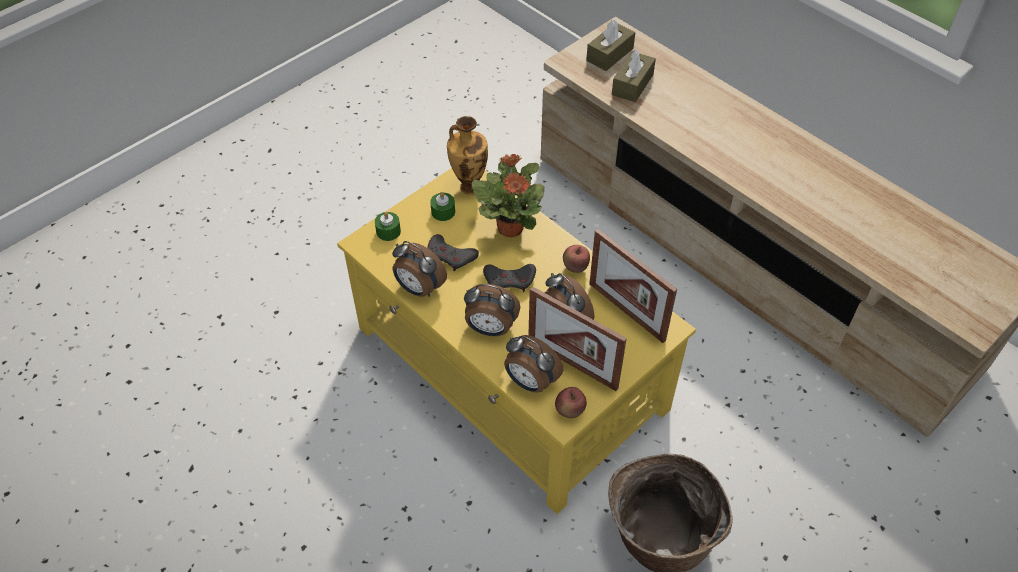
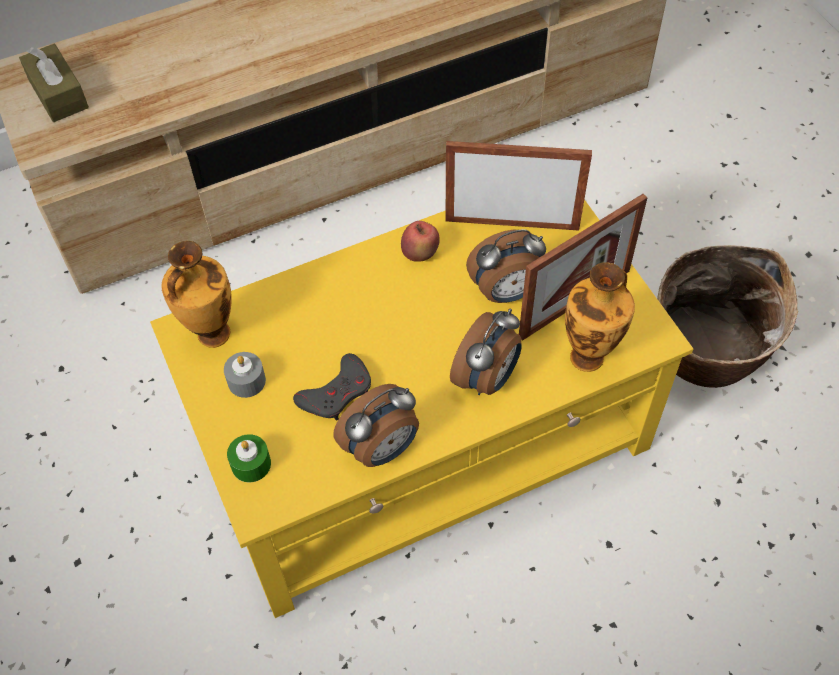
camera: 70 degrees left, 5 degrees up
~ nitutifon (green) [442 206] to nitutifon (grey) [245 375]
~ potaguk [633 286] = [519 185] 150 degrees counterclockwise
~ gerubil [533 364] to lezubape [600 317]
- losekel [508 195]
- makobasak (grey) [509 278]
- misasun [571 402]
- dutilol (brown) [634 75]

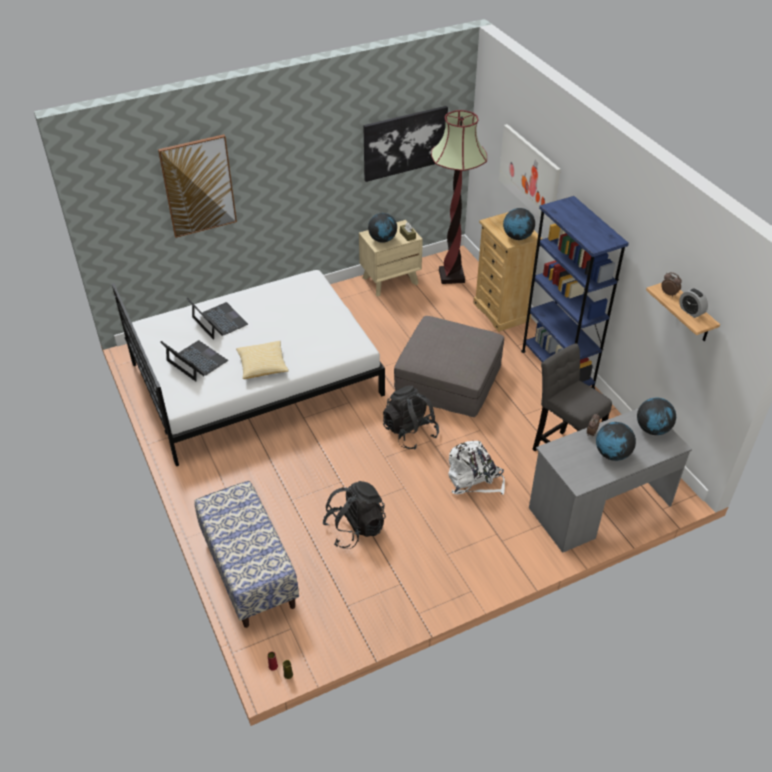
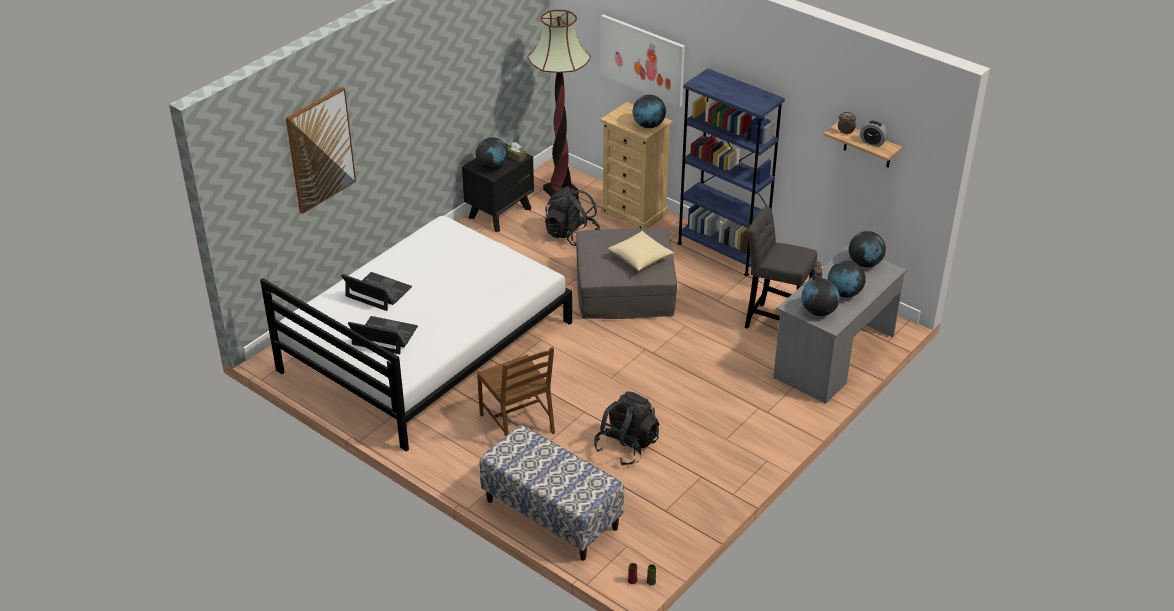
camera: 25 degrees left, 5 degrees down
~ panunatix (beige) [391 258] to panunatix (black) [498 188]
+ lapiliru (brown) [516 391]
~ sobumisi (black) [411 418] to [573 216]
~ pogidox [262 360] to [641 251]
+ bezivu [821 297]
- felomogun [405 144]
- sobumisi (white) [476 467]

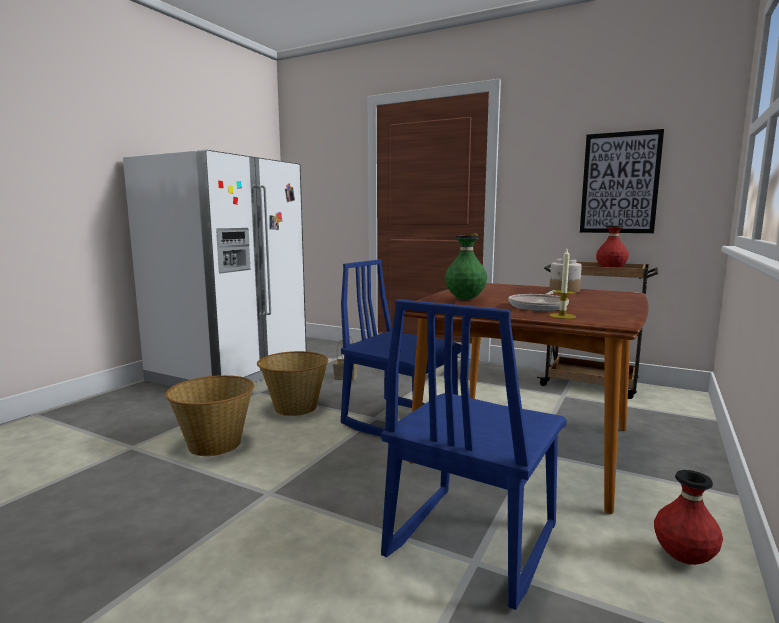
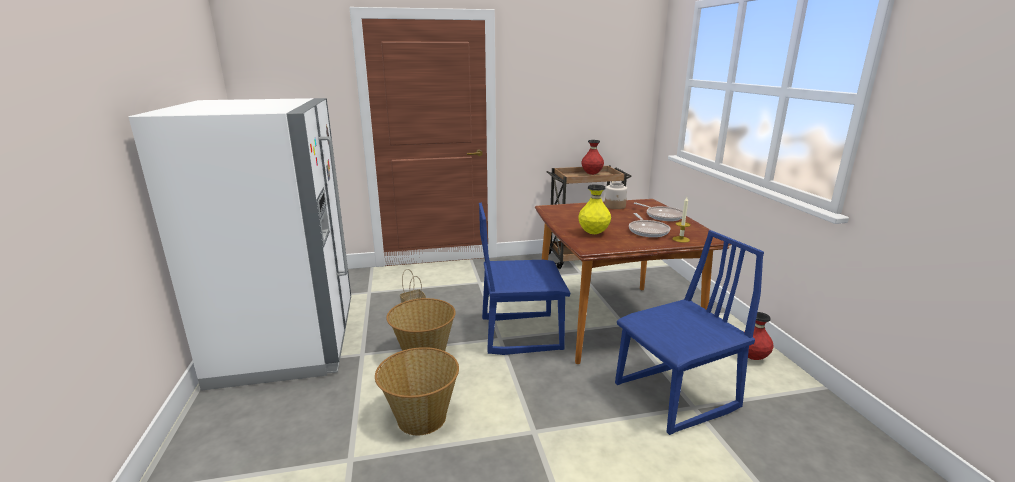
camera: 40 degrees left, 10 degrees up
~ lezubape (green) [466 267] to lezubape (yellow) [595 209]
~ lapiliru (blue) [474 454] = [689 332] 105 degrees counterclockwise
+ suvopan [658 211]
- felomogun [622 181]

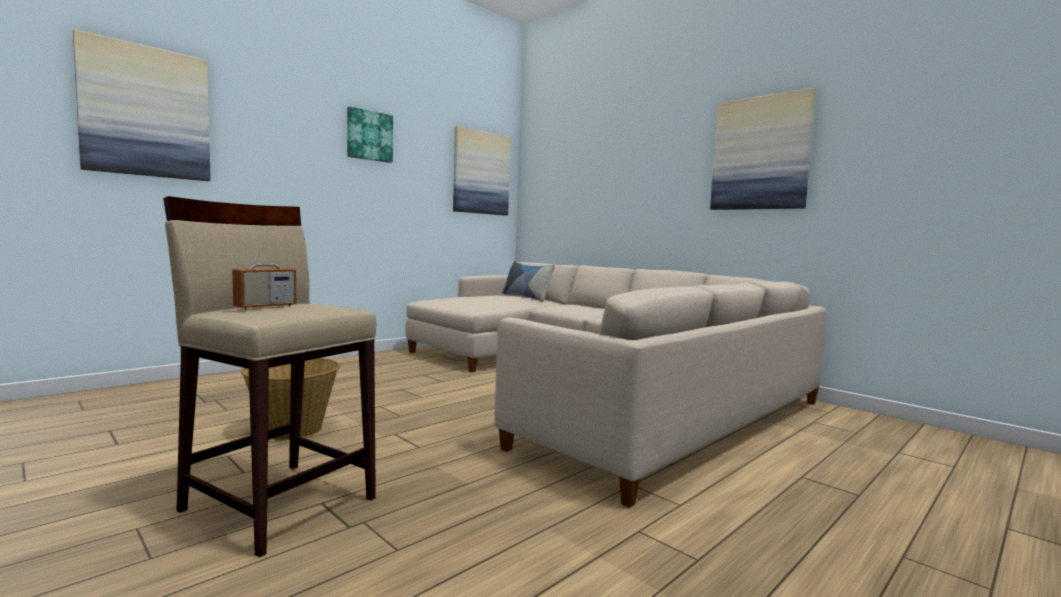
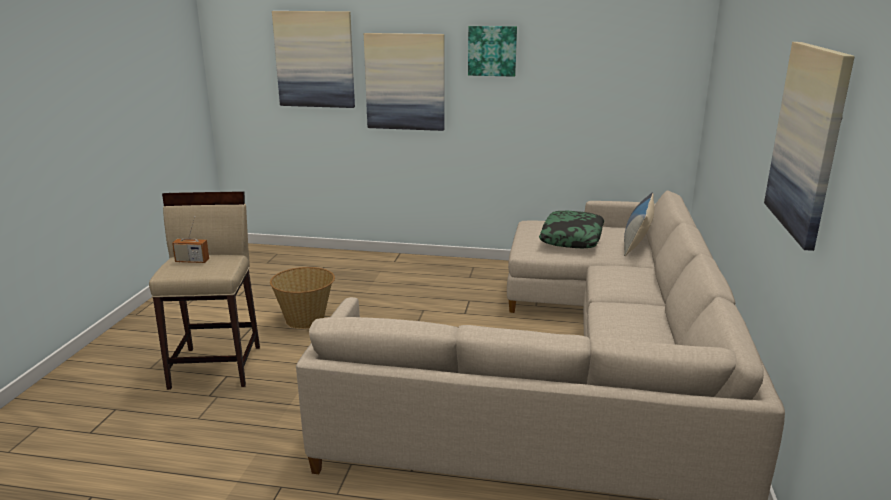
camera: 55 degrees right, 15 degrees up
~ felomogun [482 171] to [404 82]
+ pogidox [571 229]

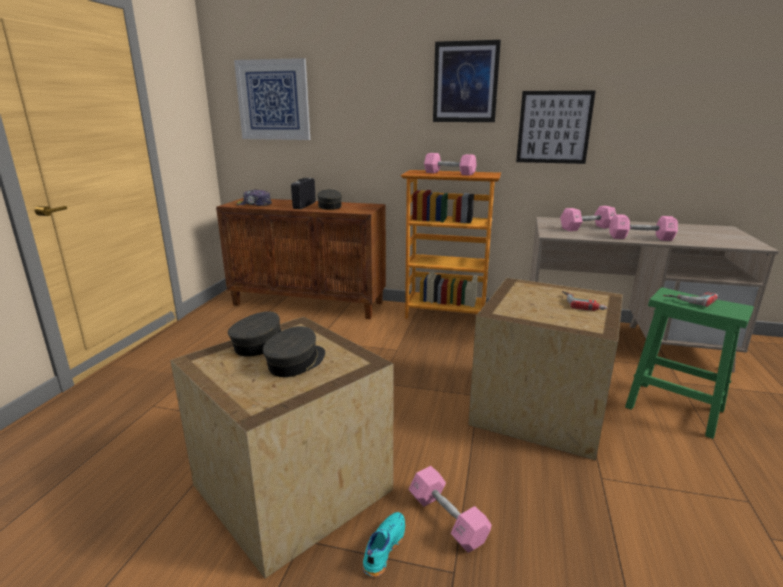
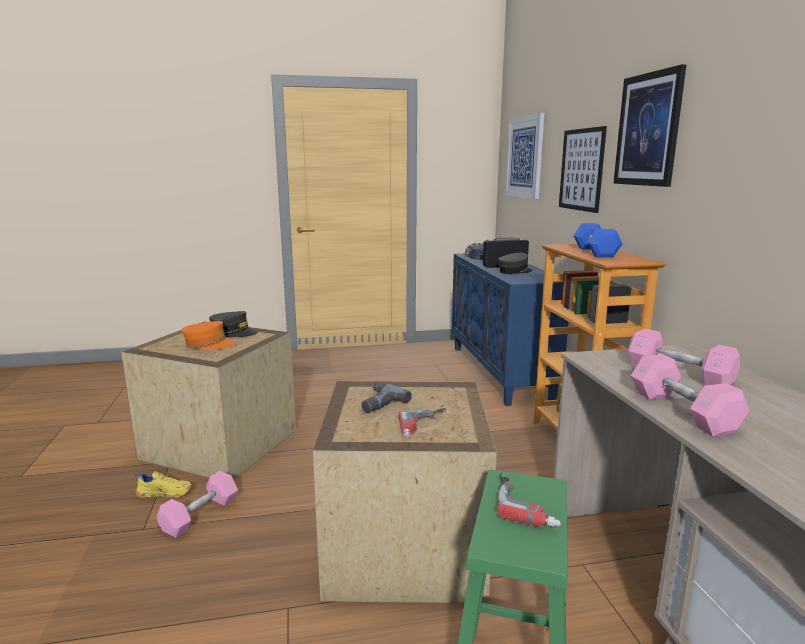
camera: 65 degrees right, 5 degrees down
~ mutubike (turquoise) [384 544] to mutubike (yellow) [163 485]
~ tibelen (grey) [294 351] to tibelen (orange) [209 335]
+ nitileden [387 397]
~ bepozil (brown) [301 258] to bepozil (blue) [510 329]
~ felomogun [556 127] to [583 169]
~ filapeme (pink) [450 164] to filapeme (blue) [597 240]

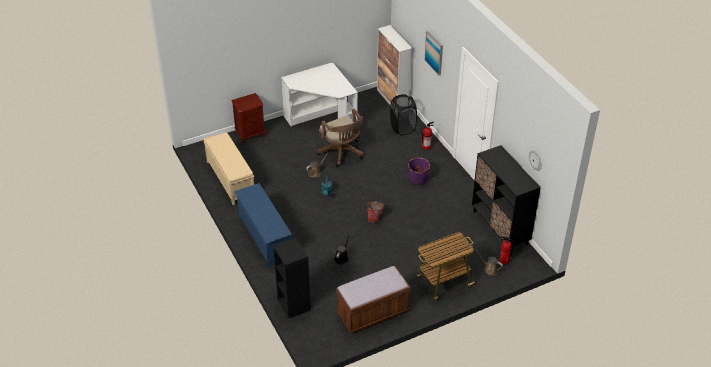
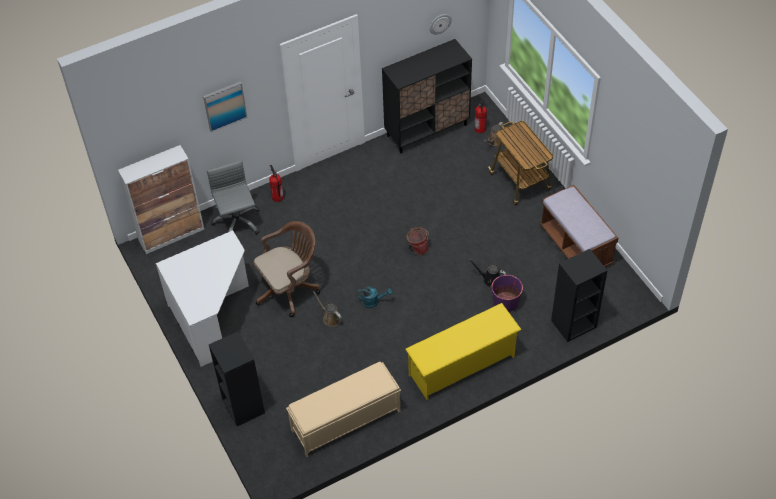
camera: 90 degrees left, 10 degrees up
~ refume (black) [403 114] to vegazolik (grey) [233 197]
~ panunatix (brown) [249 118] to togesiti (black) [237 378]
~ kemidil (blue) [263 225] to kemidil (yellow) [464 351]
~ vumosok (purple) [419 171] to [506 293]

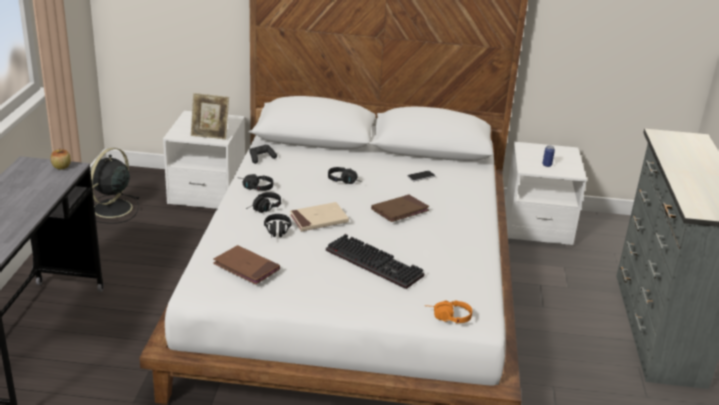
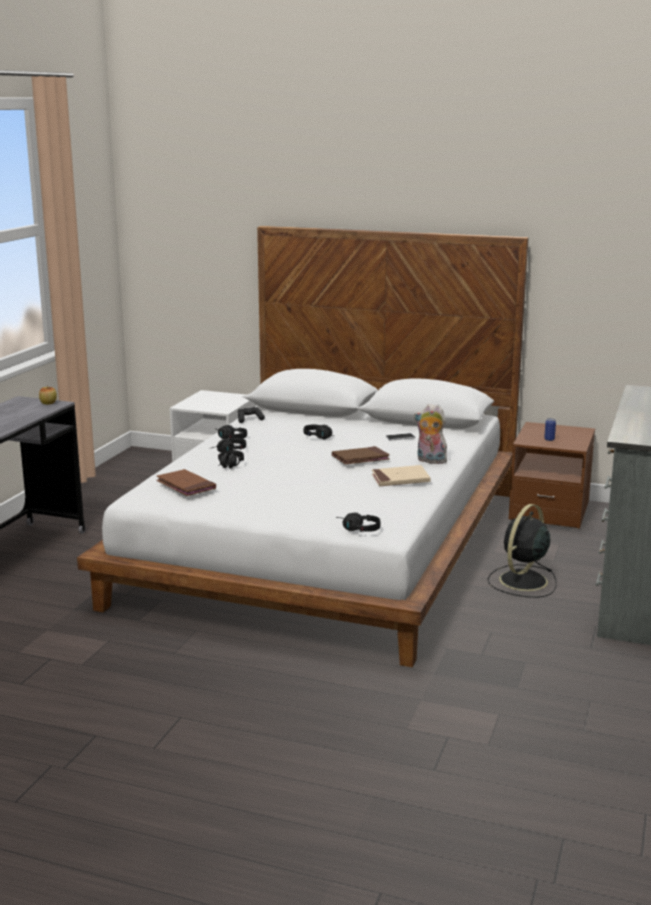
camera: 15 degrees right, 10 degrees down
~ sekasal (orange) [448 311] to sekasal (black) [358 522]
~ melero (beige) [319 217] to [401 476]
+ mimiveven [430 434]
~ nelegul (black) [115 186] to [522 551]
~ panunatix (white) [546 193] to panunatix (brown) [552 475]
- potaguk [210 116]
- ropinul [375 261]

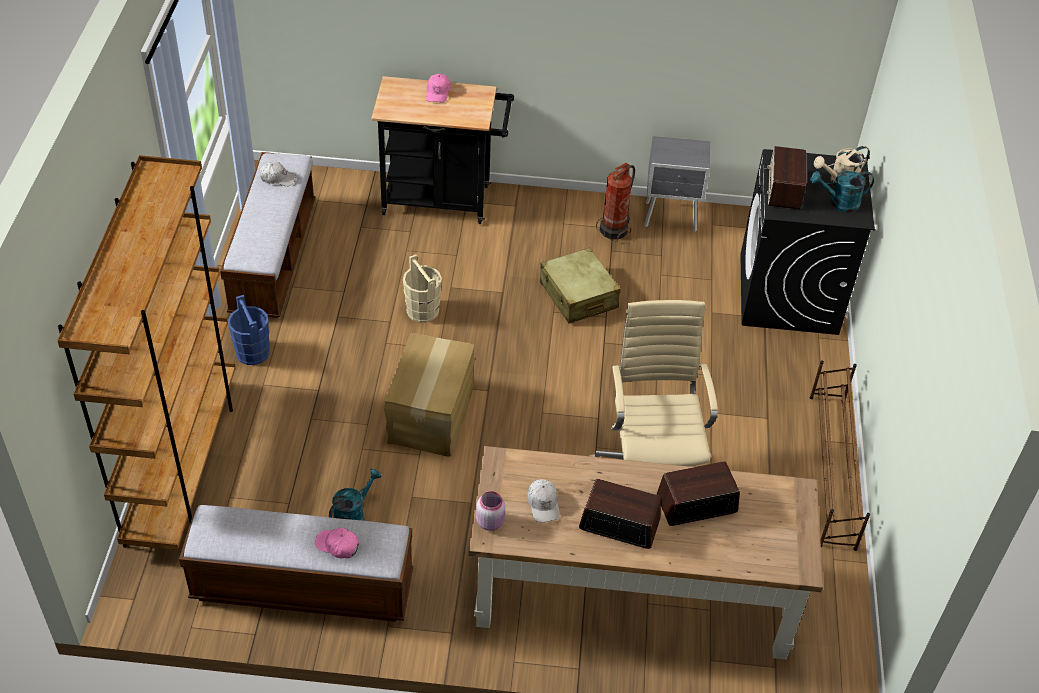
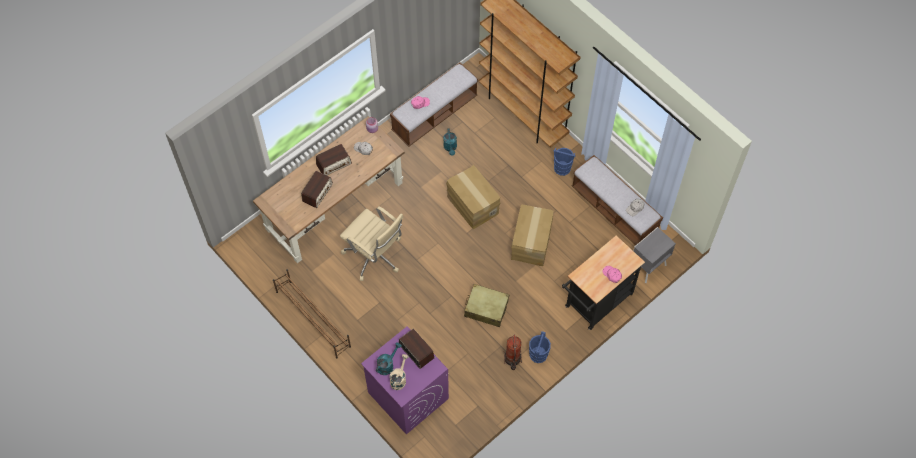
camera: 135 degrees right, 15 degrees up
~ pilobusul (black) [807 242] to pilobusul (purple) [405 380]
~ vumosok (beige) [422 288] to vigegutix [532 235]
+ vumosok (blue) [540 347]
~ panunatix (grey) [677 184] to [654 255]

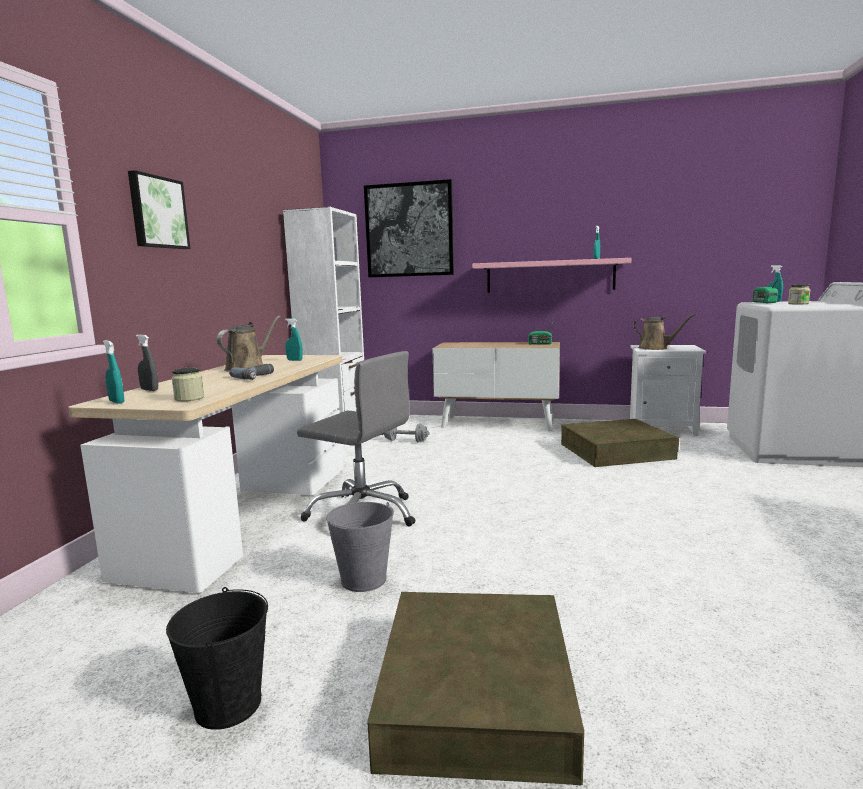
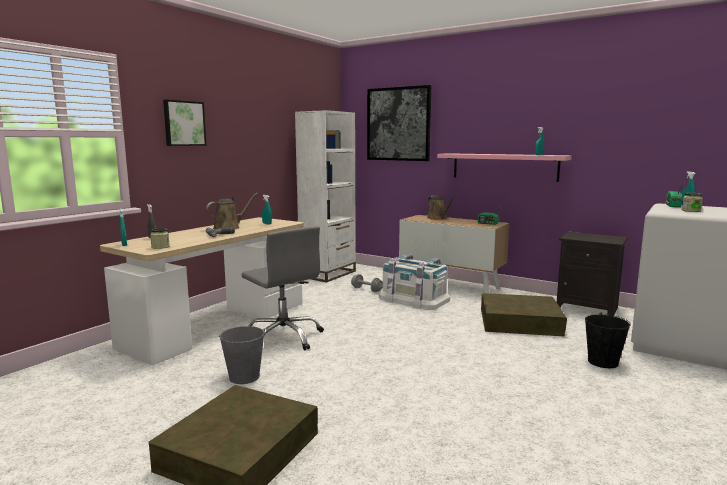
camera: 20 degrees right, 0 degrees up
+ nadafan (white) [414 282]
~ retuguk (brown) [664 332] to [441 207]
~ panunatix (white) [668 390] to panunatix (black) [592 274]
~ vumosok (black) [217 658] to [608 340]

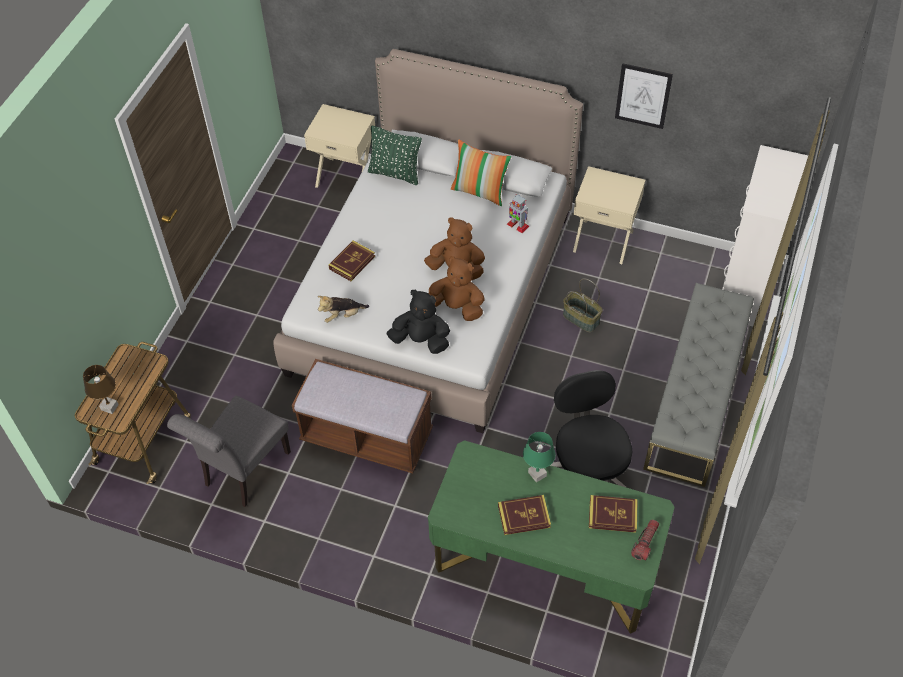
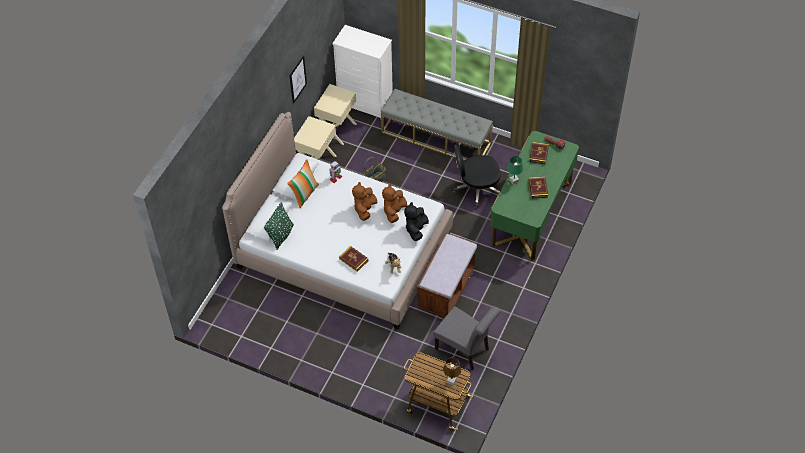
camera: 85 degrees left, 0 degrees up
~ panunatix (beige) [339 146] to [335 114]

